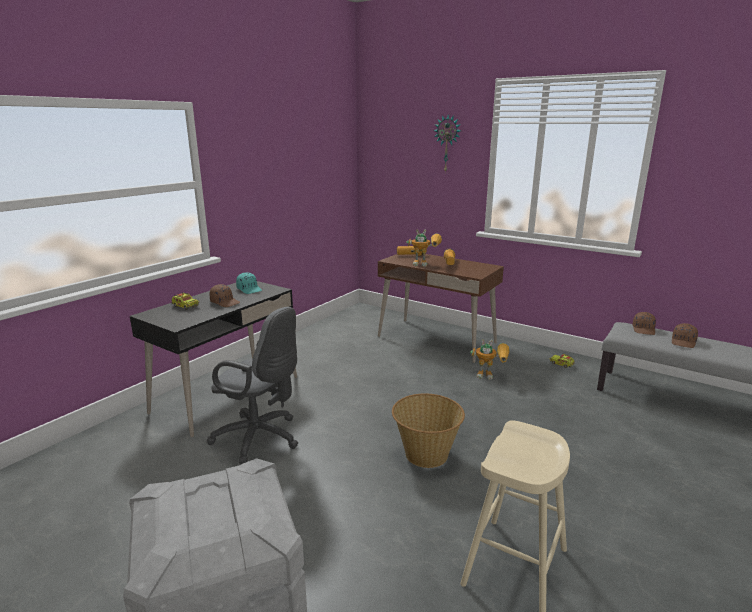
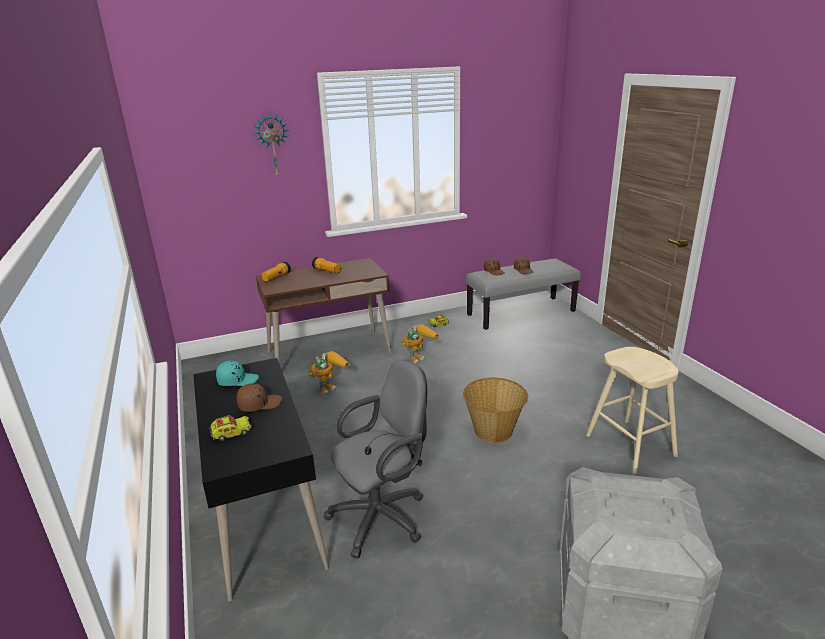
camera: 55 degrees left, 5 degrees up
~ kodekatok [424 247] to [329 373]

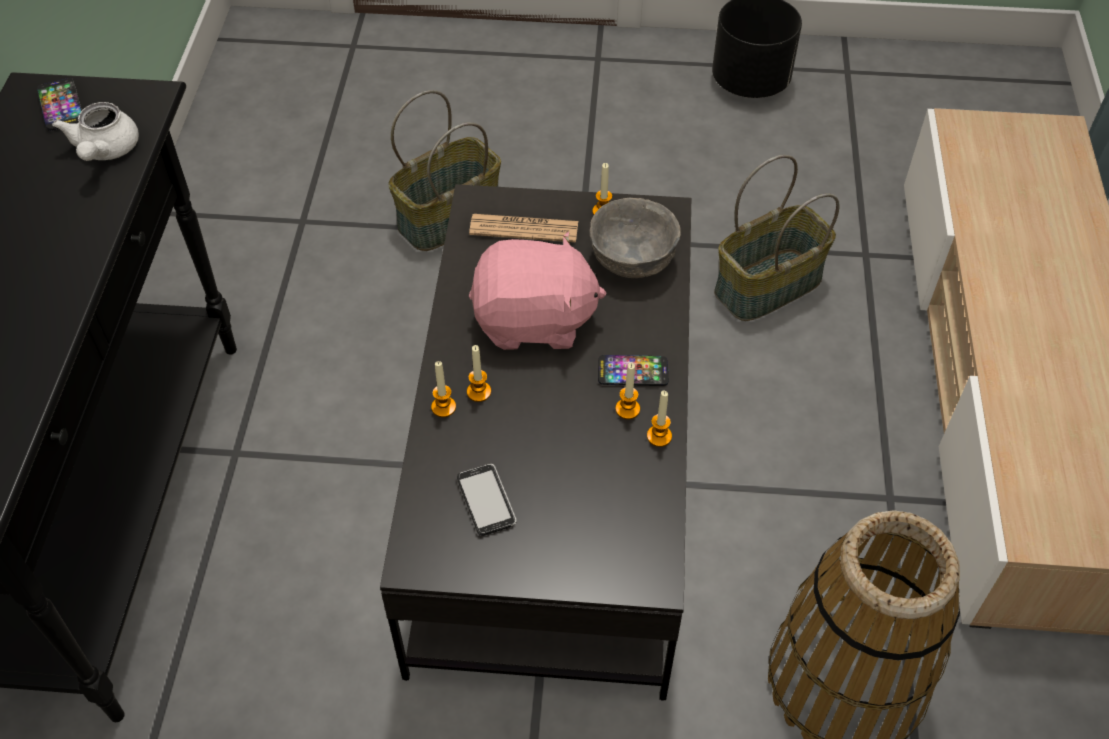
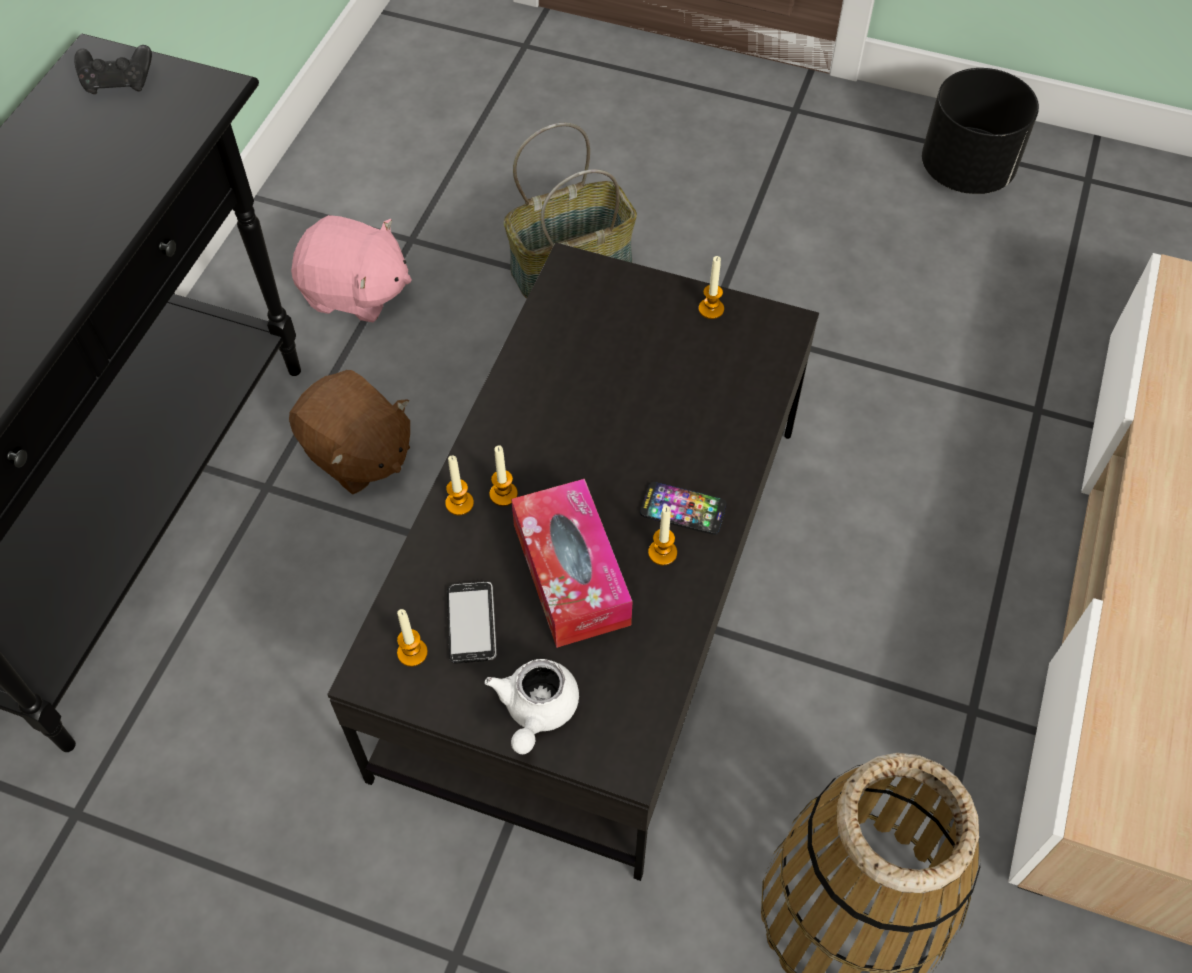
camera: 15 degrees right, 5 degrees up
~ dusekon [59 104] to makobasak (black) [113 69]
+ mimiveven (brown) [349 432]
~ mimiveven (pink) [538 291] to [351 268]
~ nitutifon [659 419] to [412 638]
~ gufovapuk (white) [95 131] to [532 706]
+ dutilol [572 563]
- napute [523 228]
- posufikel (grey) [635 238]
- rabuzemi [777 238]

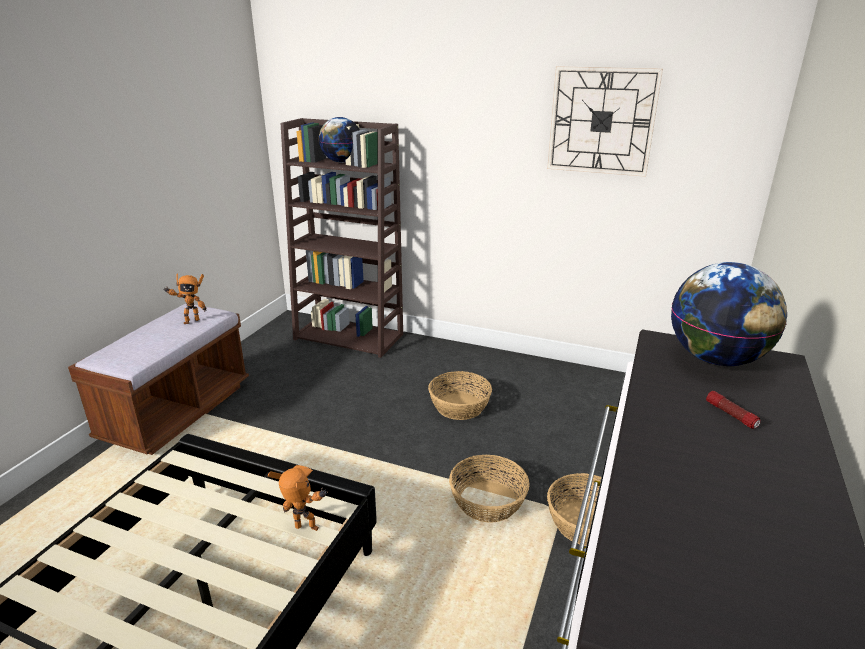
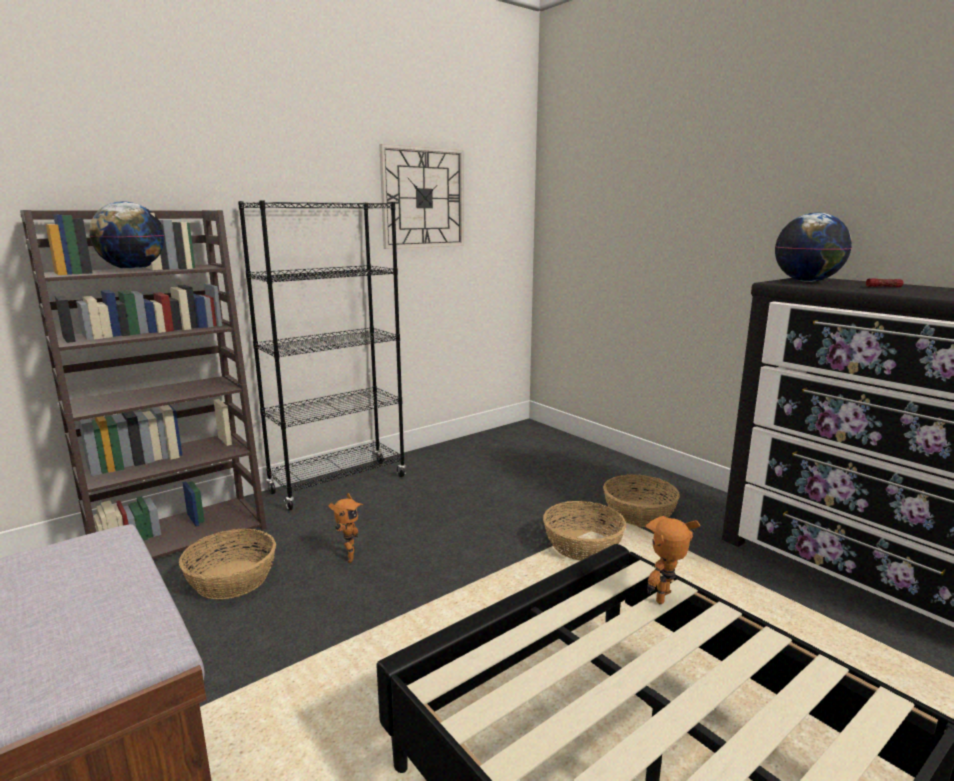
camera: 60 degrees left, 10 degrees down
~ rabuzemi [460 395] to [227 564]
+ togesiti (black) [322 355]
~ kodekatok [185 298] to [345 528]

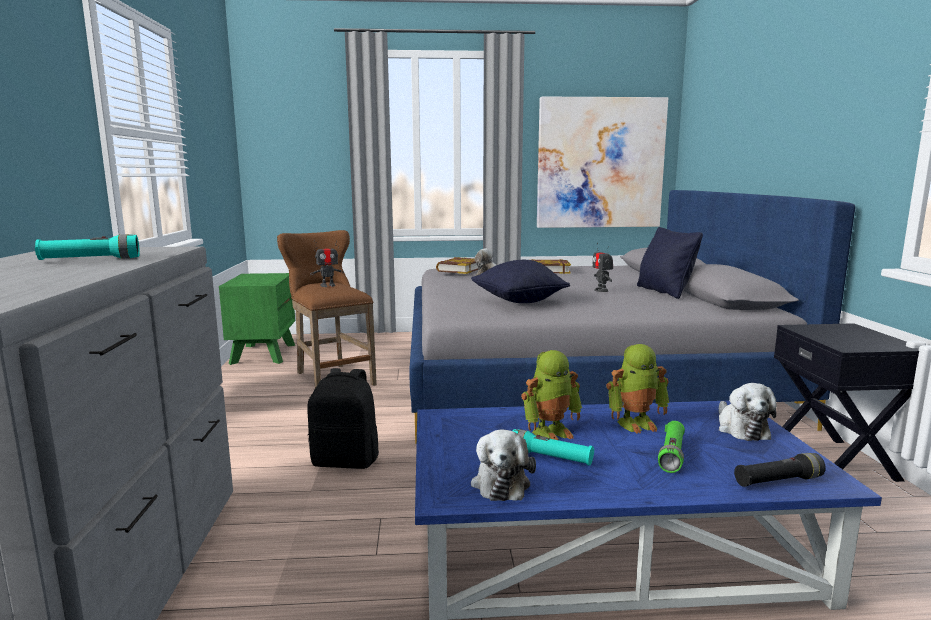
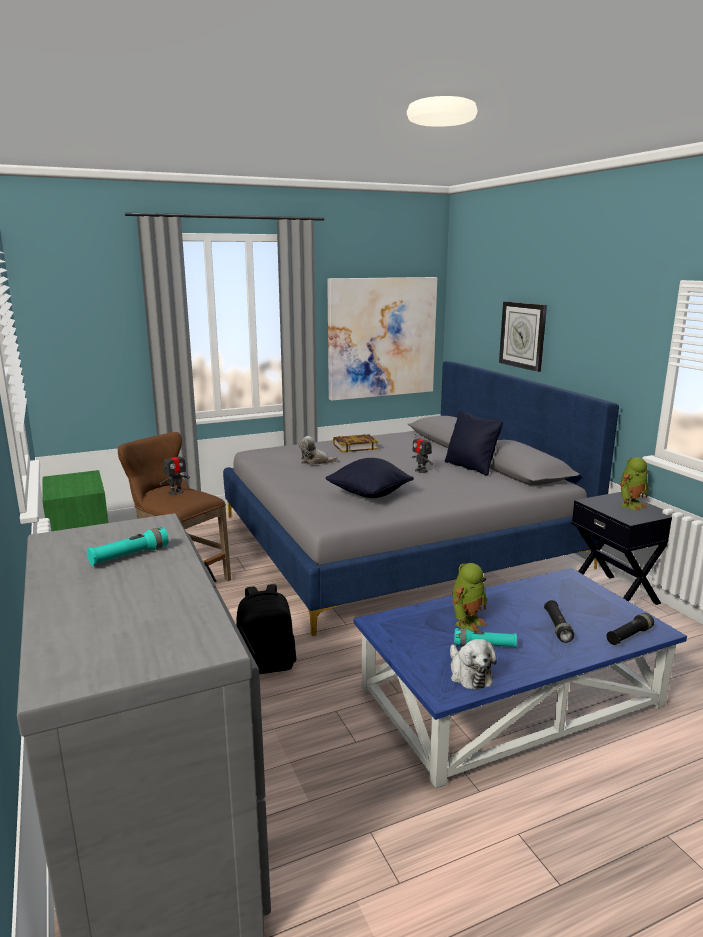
camera: 20 degrees left, 5 degrees up
+ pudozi [523 336]
~ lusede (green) [671 447] to lusede (black) [559 621]
~ kodekatok [637 389] to [634 484]
- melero [457 265]
- mimiveven [748 412]

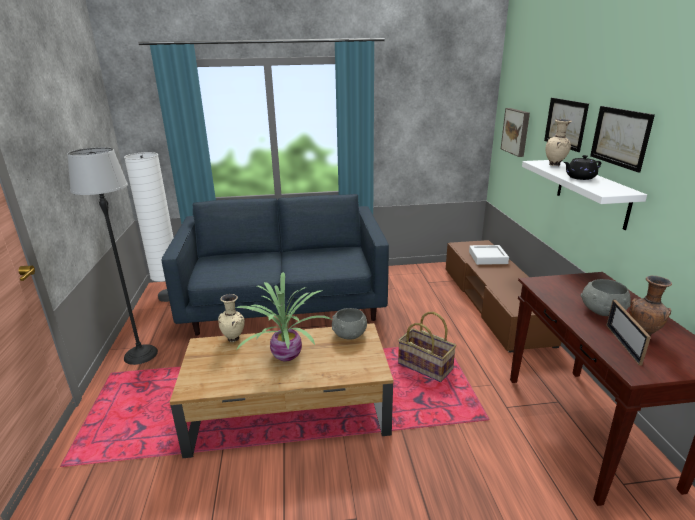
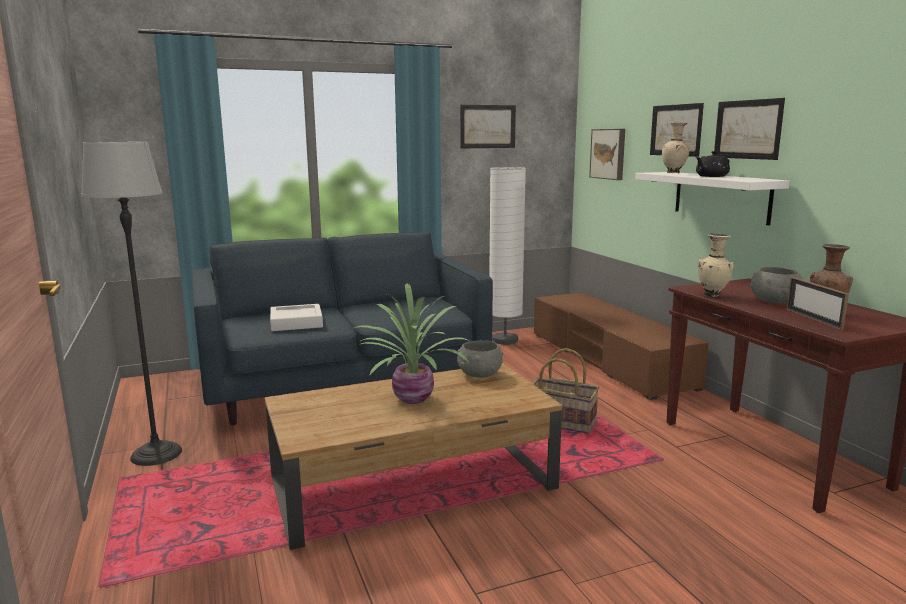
camera: 15 degrees left, 10 degrees down
~ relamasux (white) [489 255] to [296 317]
+ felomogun [488 126]
~ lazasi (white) [149 227] to [507 256]
~ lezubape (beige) [231 318] to [716 265]

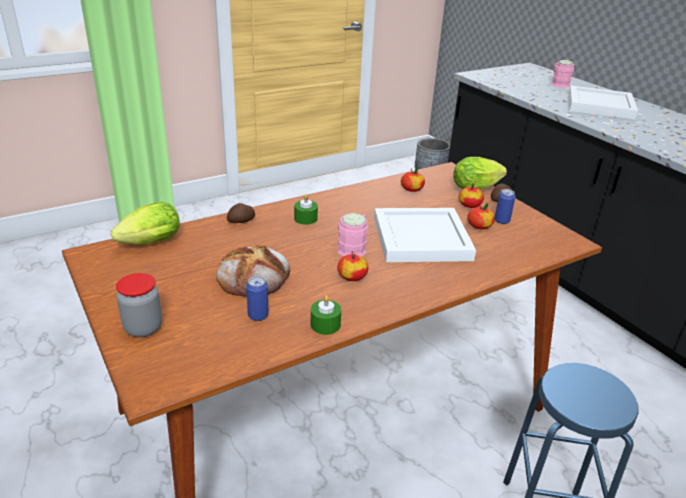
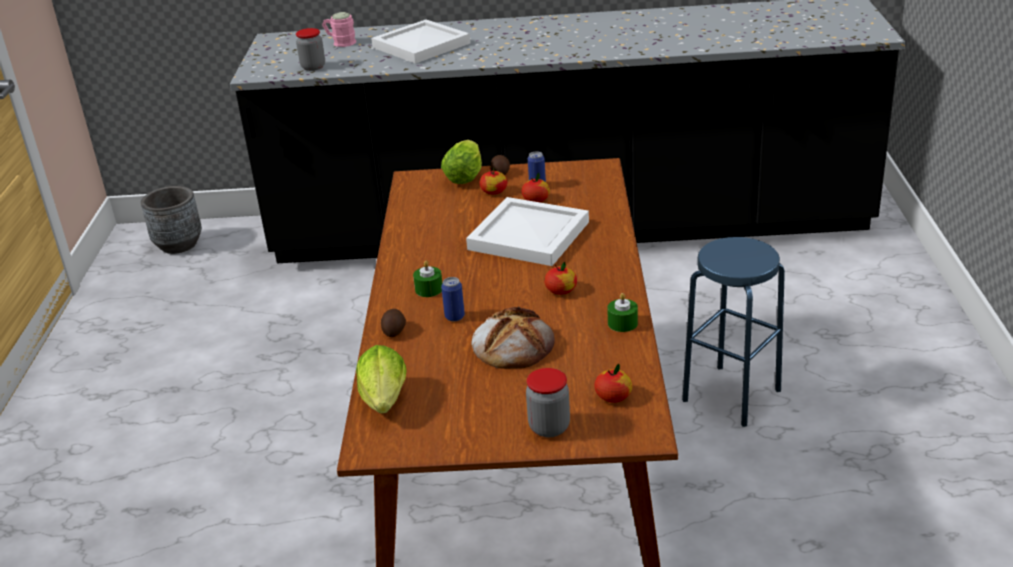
camera: 55 degrees left, 0 degrees up
+ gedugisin [310 49]
~ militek [257 298] to [453 299]
~ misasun [413 180] to [613 383]
- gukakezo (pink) [352 235]

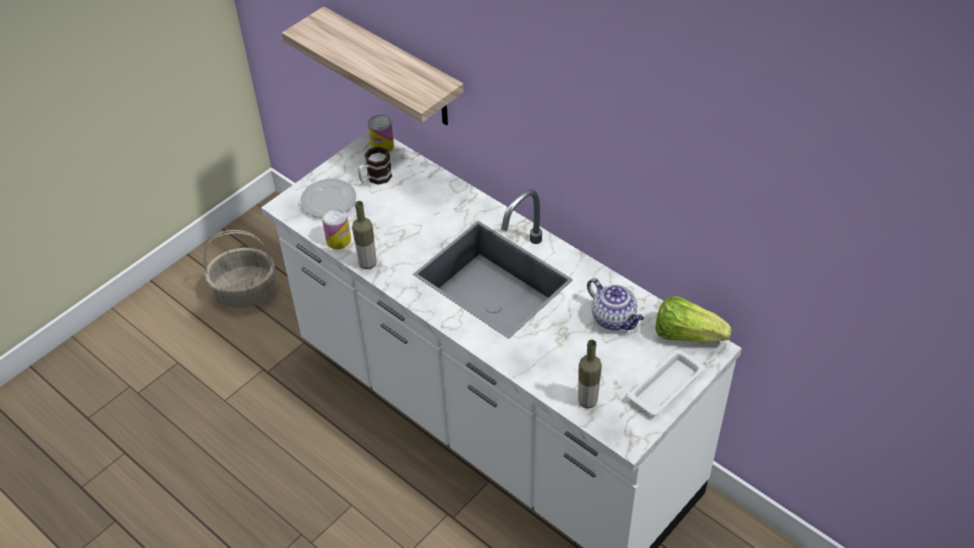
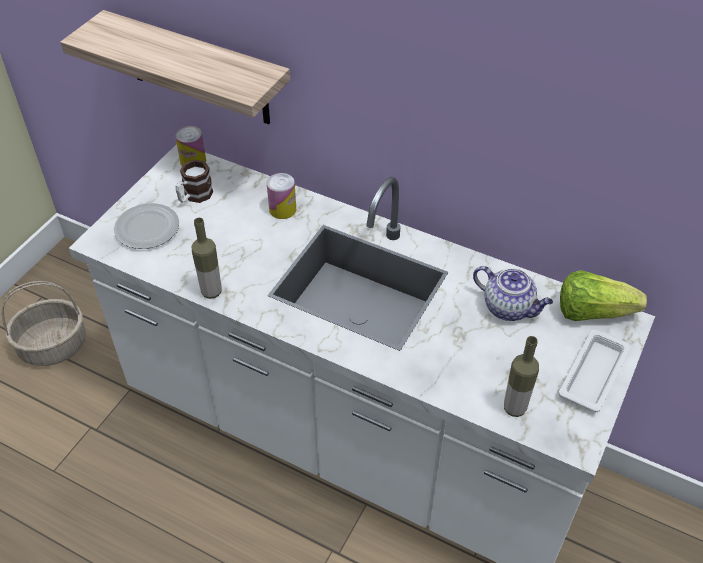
camera: 15 degrees left, 0 degrees up
~ militek [336 228] to [281 196]

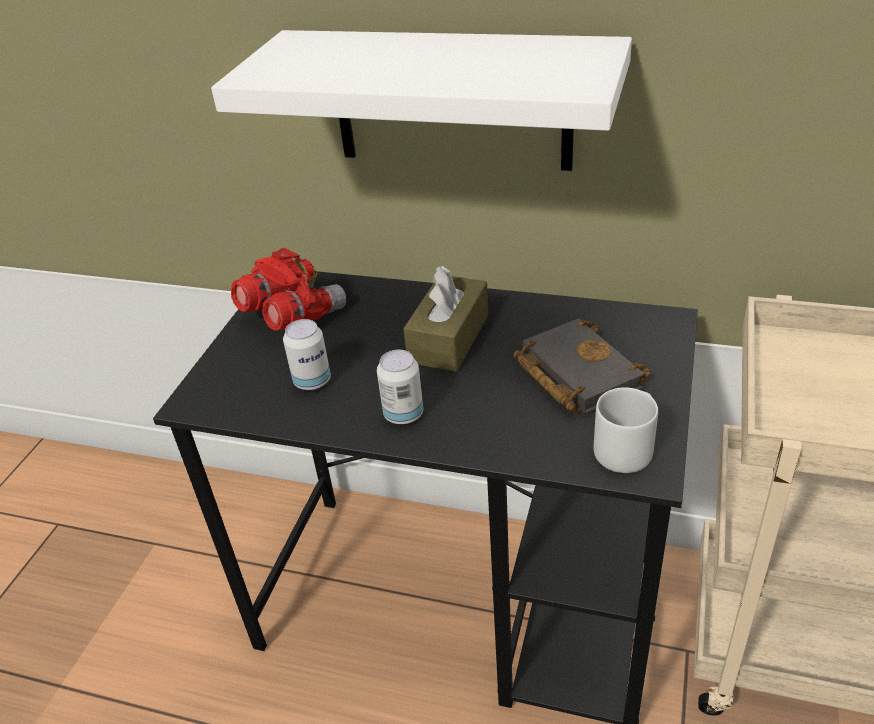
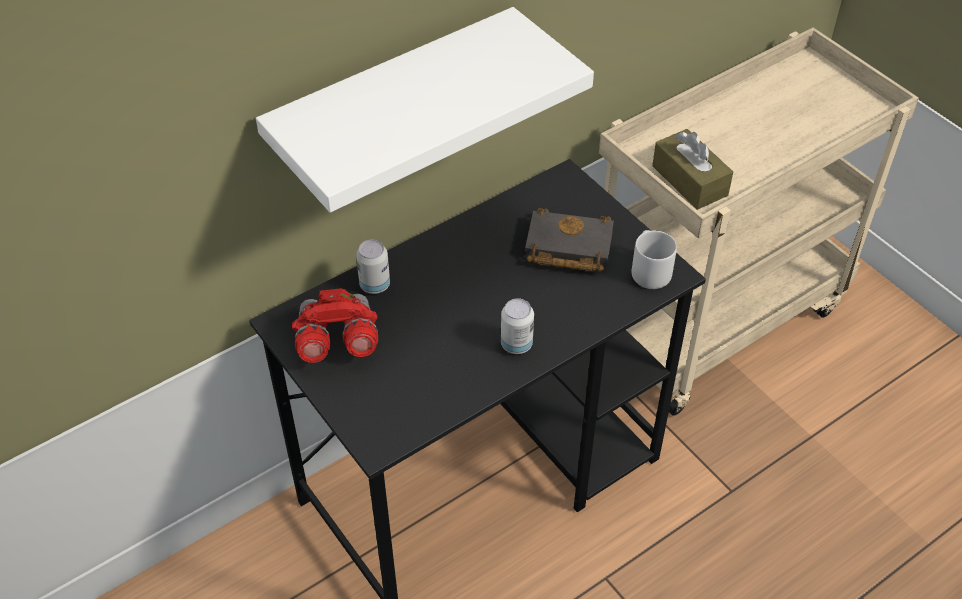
camera: 55 degrees left, 10 degrees up
~ militek [307 354] to [373 267]
~ dutilol (brown) [445 319] to [692 169]

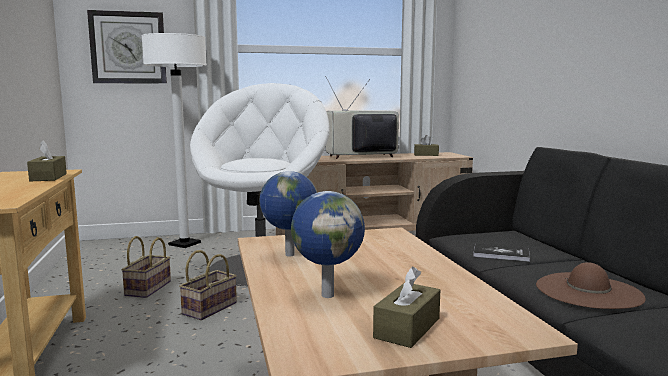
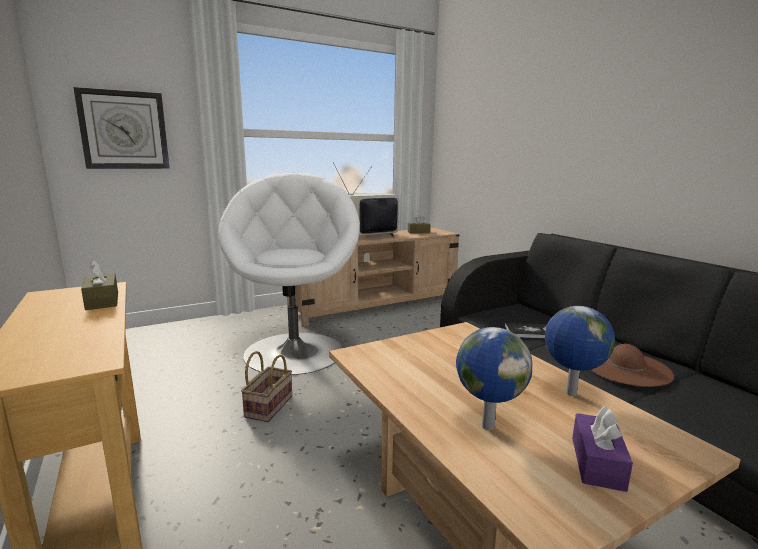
camera: 15 degrees left, 5 degrees up
~ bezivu [288 214] to [580 351]
~ dutilol (brown) [406 307] to dutilol (purple) [602 449]
- rabuzemi [146 267]
- lazasi (white) [174 140]

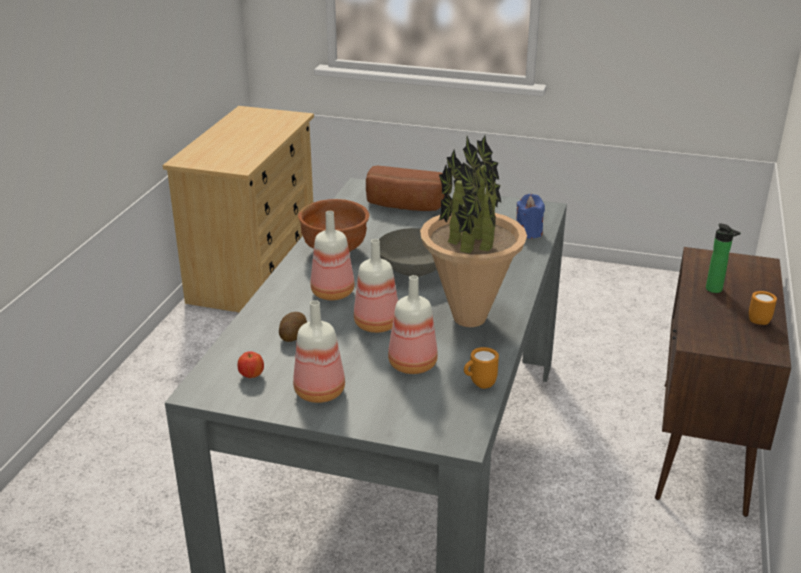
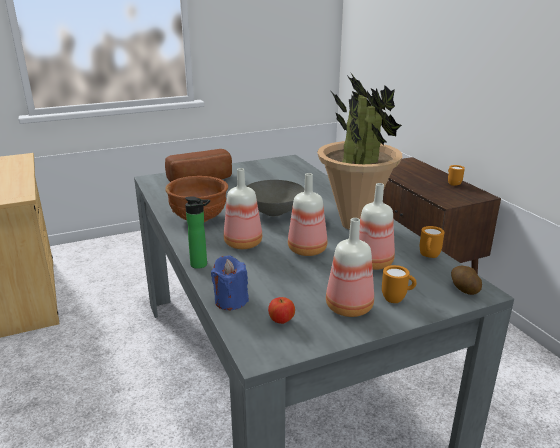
camera: 40 degrees left, 5 degrees down
~ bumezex [723 258] to [197 232]
~ nitutifon (blue) [530 216] to [230 282]
+ gukakezo (orange) [399 284]
~ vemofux [293 327] to [466 280]

